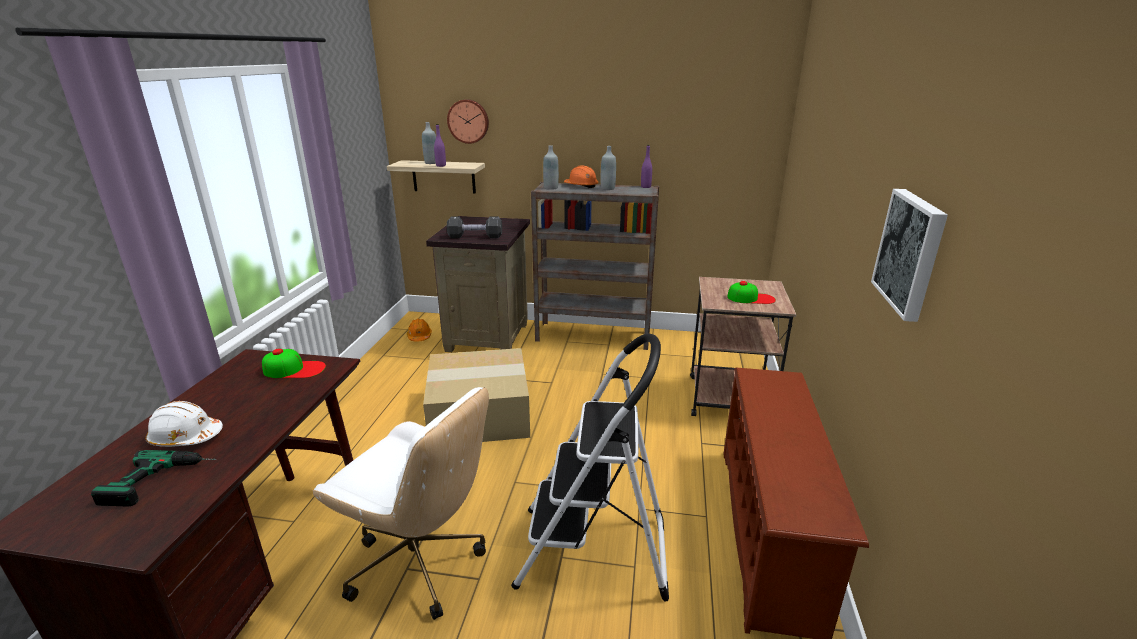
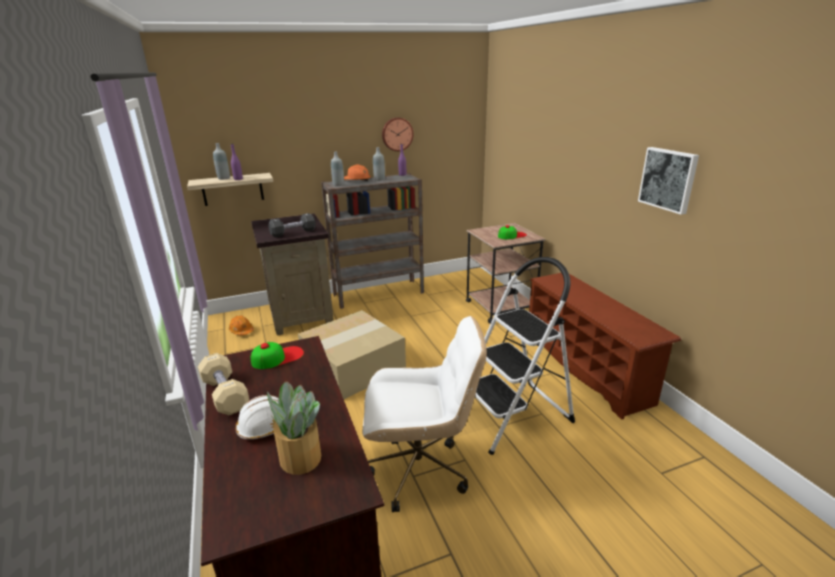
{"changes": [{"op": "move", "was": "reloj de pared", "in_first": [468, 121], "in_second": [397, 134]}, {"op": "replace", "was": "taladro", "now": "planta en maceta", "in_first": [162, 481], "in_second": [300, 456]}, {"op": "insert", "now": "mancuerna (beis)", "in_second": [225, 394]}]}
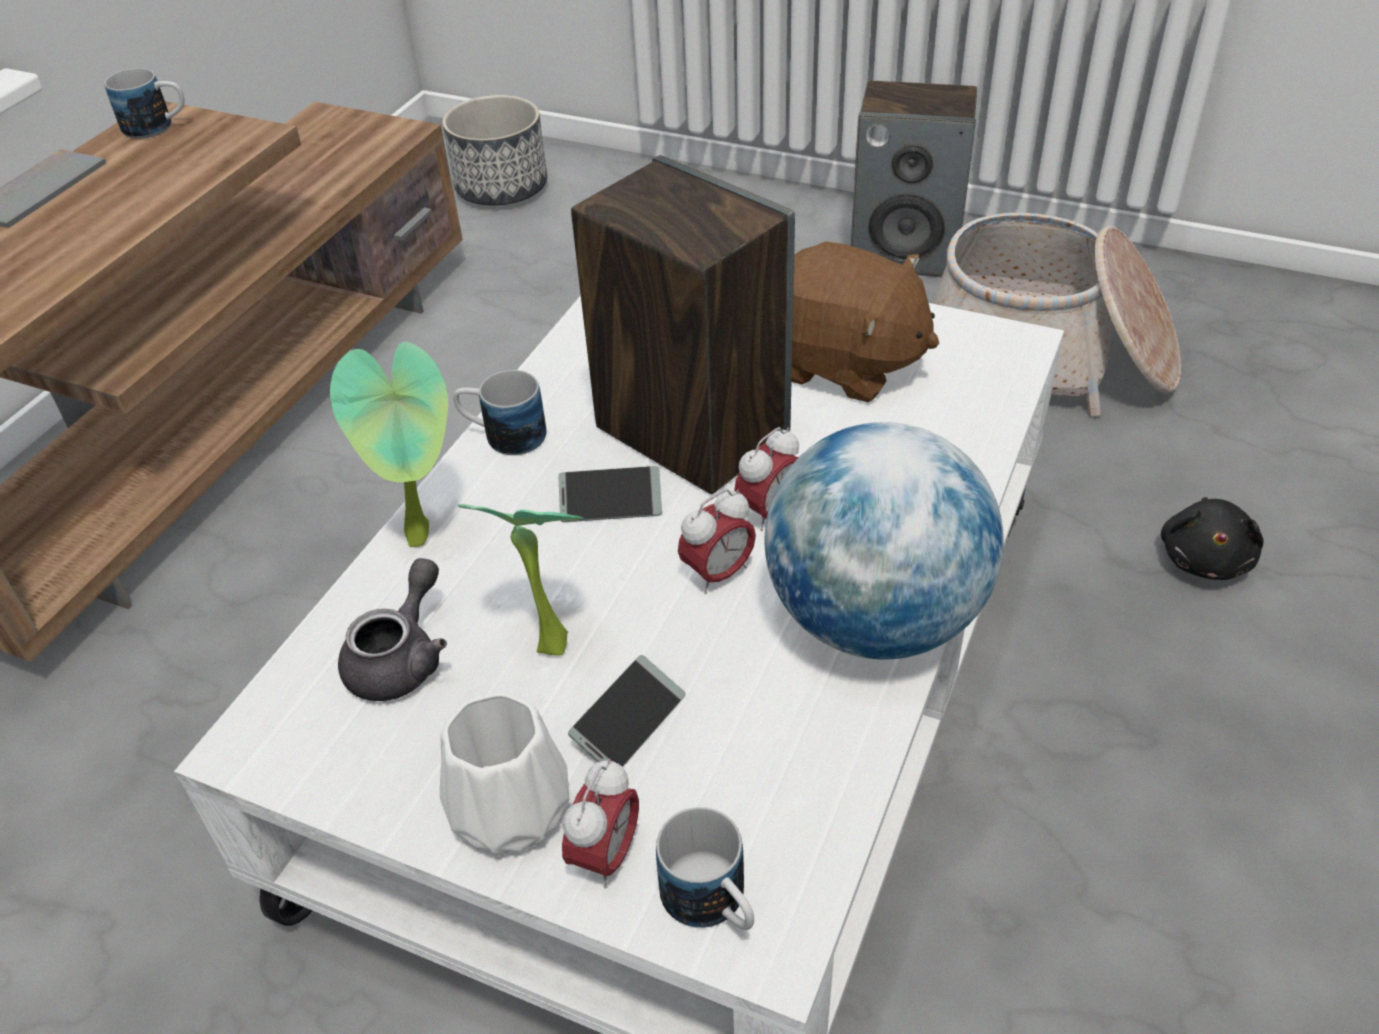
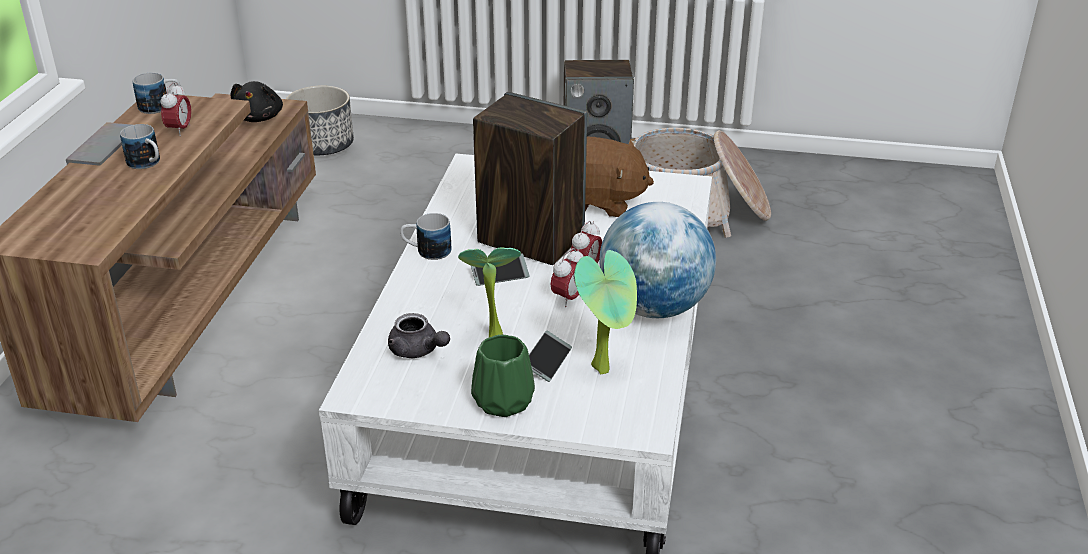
{"changes": [{"op": "move", "was": "planta en maceta", "in_first": [424, 536], "in_second": [605, 368]}, {"op": "move", "was": "peluche (negro)", "in_first": [1205, 558], "in_second": [259, 117]}, {"op": "rotate", "was": "tetera (gris)", "in_first": [402, 658], "in_second": [418, 351], "clockwise": 120}, {"op": "recolor", "was": "florero (blanco)", "now": "florero (verde)", "in_first": [510, 808], "in_second": [502, 400]}, {"op": "move", "was": "despertador", "in_first": [605, 856], "in_second": [179, 130]}, {"op": "move", "was": "taza grande", "in_first": [714, 906], "in_second": [147, 164]}]}
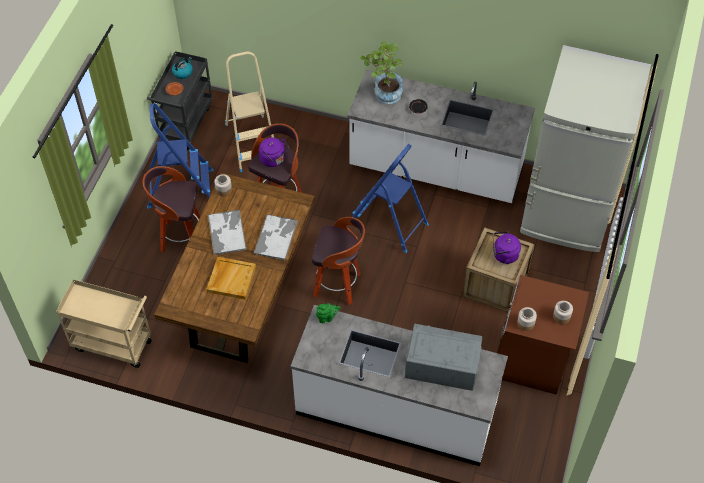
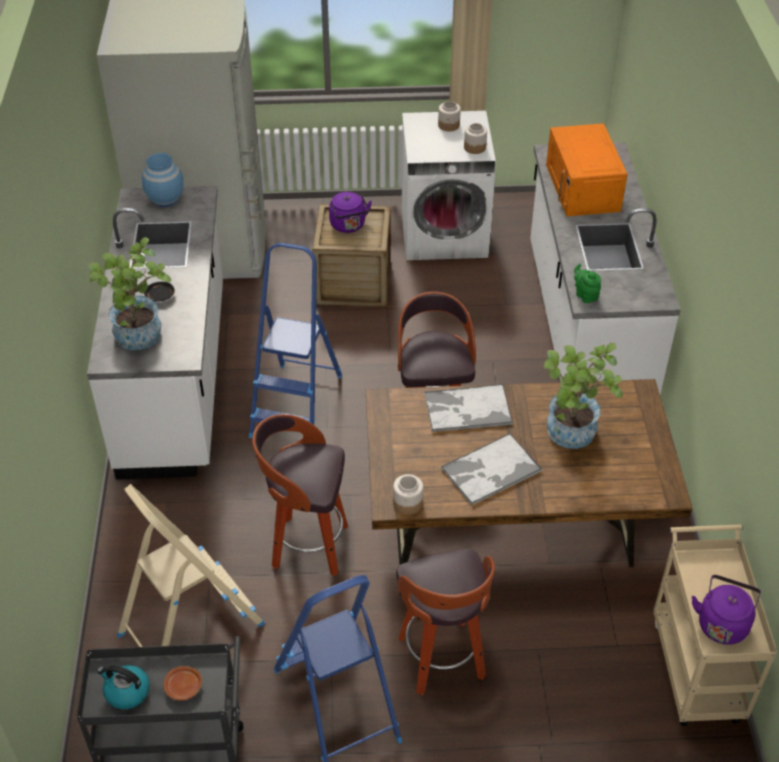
{"changes": [{"op": "move", "was": "hervidor (morado)", "in_first": [274, 160], "in_second": [722, 623]}, {"op": "replace", "was": "bandeja (beis)", "now": "planta en maceta", "in_first": [231, 279], "in_second": [571, 437]}, {"op": "recolor", "was": "lavadora (marrón)", "now": "lavadora (blanco)", "in_first": [533, 359], "in_second": [445, 233]}, {"op": "recolor", "was": "microondas (gris)", "now": "microondas (naranja)", "in_first": [441, 365], "in_second": [583, 188]}, {"op": "insert", "now": "florero (azul)", "in_second": [165, 199]}]}
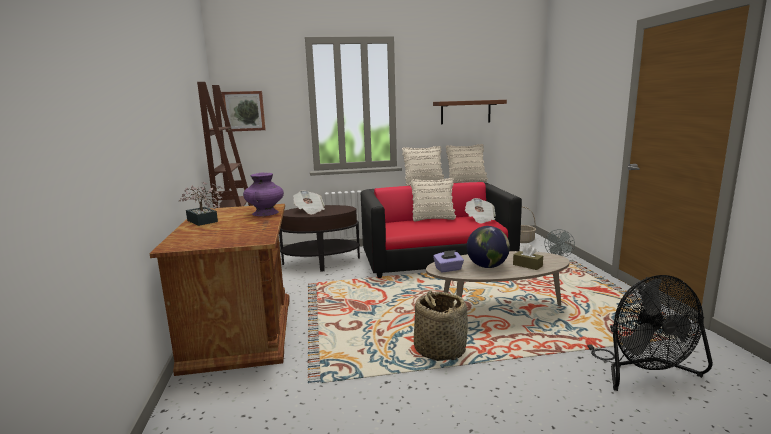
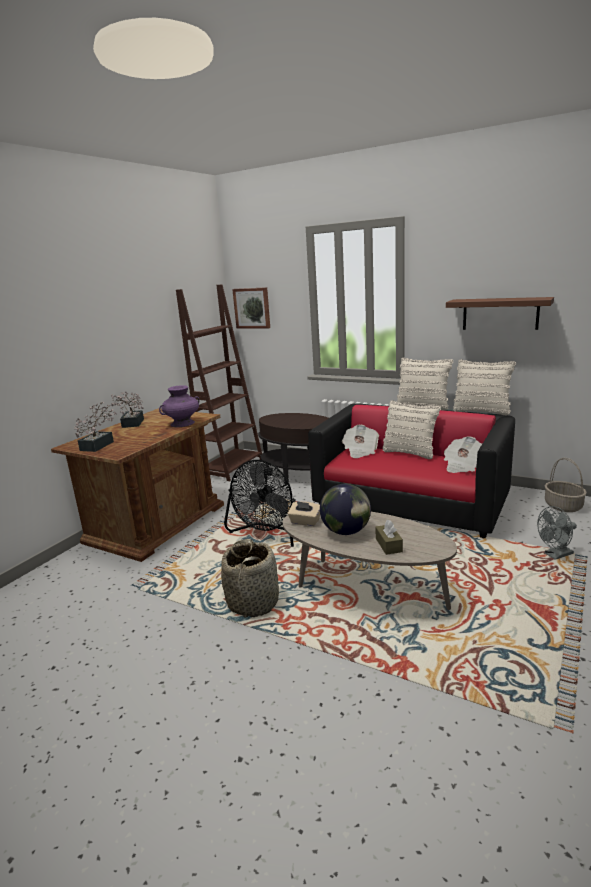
{"changes": [{"op": "move", "was": "periódico", "in_first": [309, 211], "in_second": [360, 451]}, {"op": "recolor", "was": "caja de pañuelos (morado)", "now": "caja de pañuelos (beis)", "in_first": [448, 269], "in_second": [305, 522]}, {"op": "move", "was": "ventilador (negro)", "in_first": [640, 372], "in_second": [266, 532]}, {"op": "insert", "now": "planta en maceta", "in_second": [100, 445]}]}
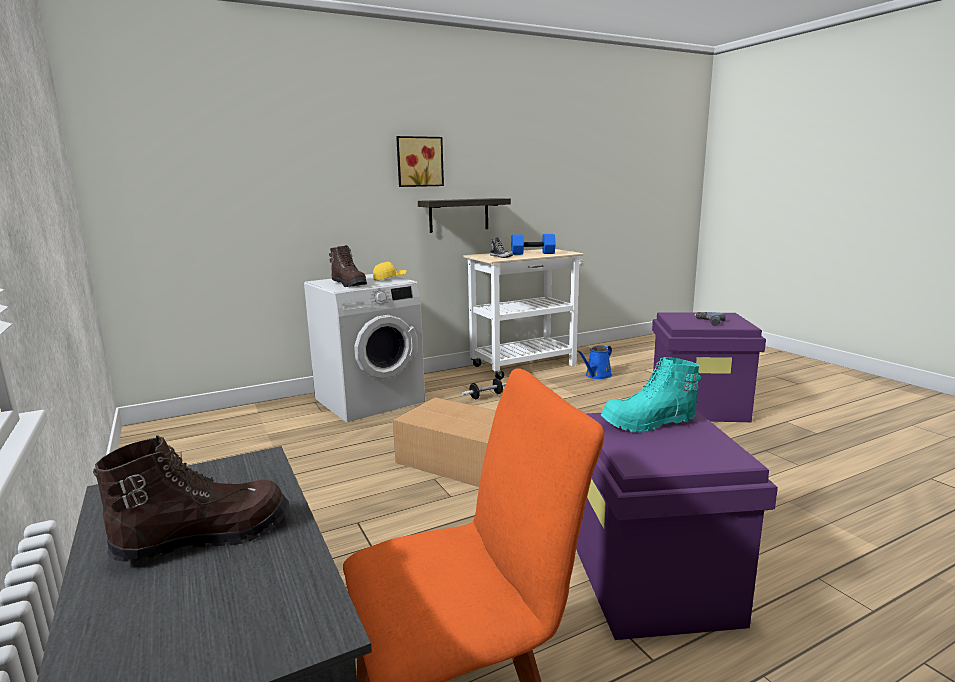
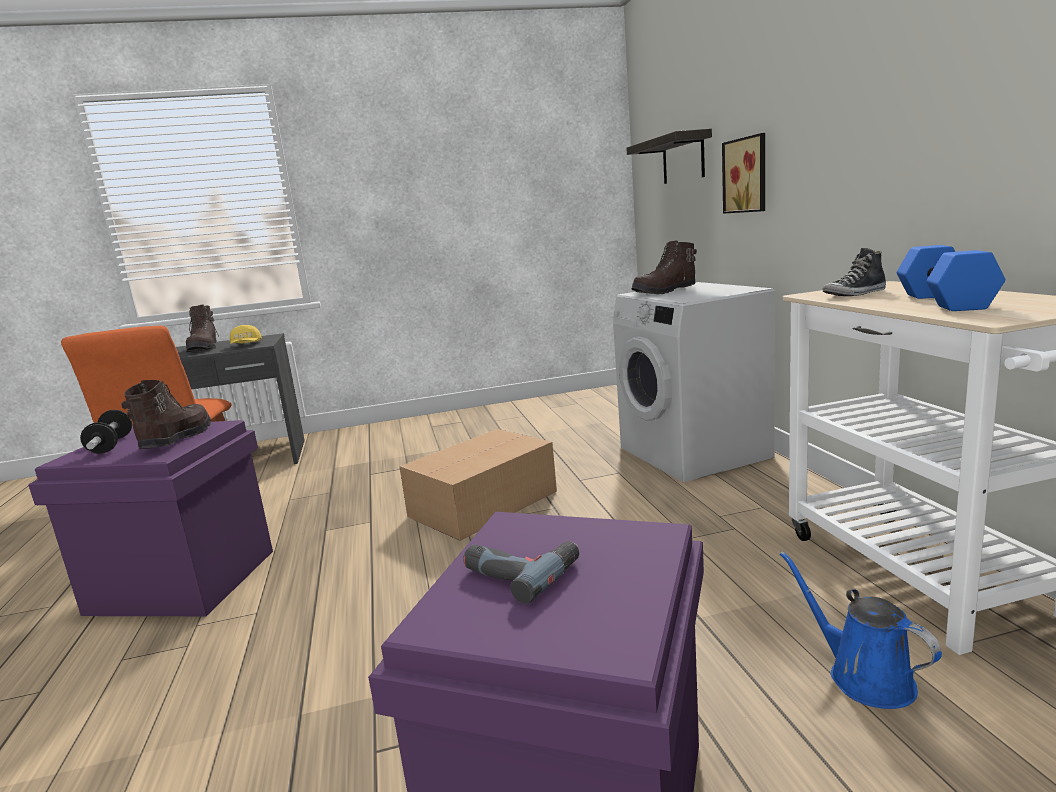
{"changes": [{"op": "move", "was": "cuadro", "in_first": [419, 161], "in_second": [747, 175]}, {"op": "move", "was": "estante", "in_first": [459, 215], "in_second": [683, 159]}, {"op": "move", "was": "gorra (amarillo)", "in_first": [389, 278], "in_second": [246, 345]}, {"op": "recolor", "was": "bota (turquesa)", "now": "bota (marrón)", "in_first": [649, 423], "in_second": [175, 439]}, {"op": "move", "was": "mancuerna", "in_first": [486, 396], "in_second": [111, 445]}]}
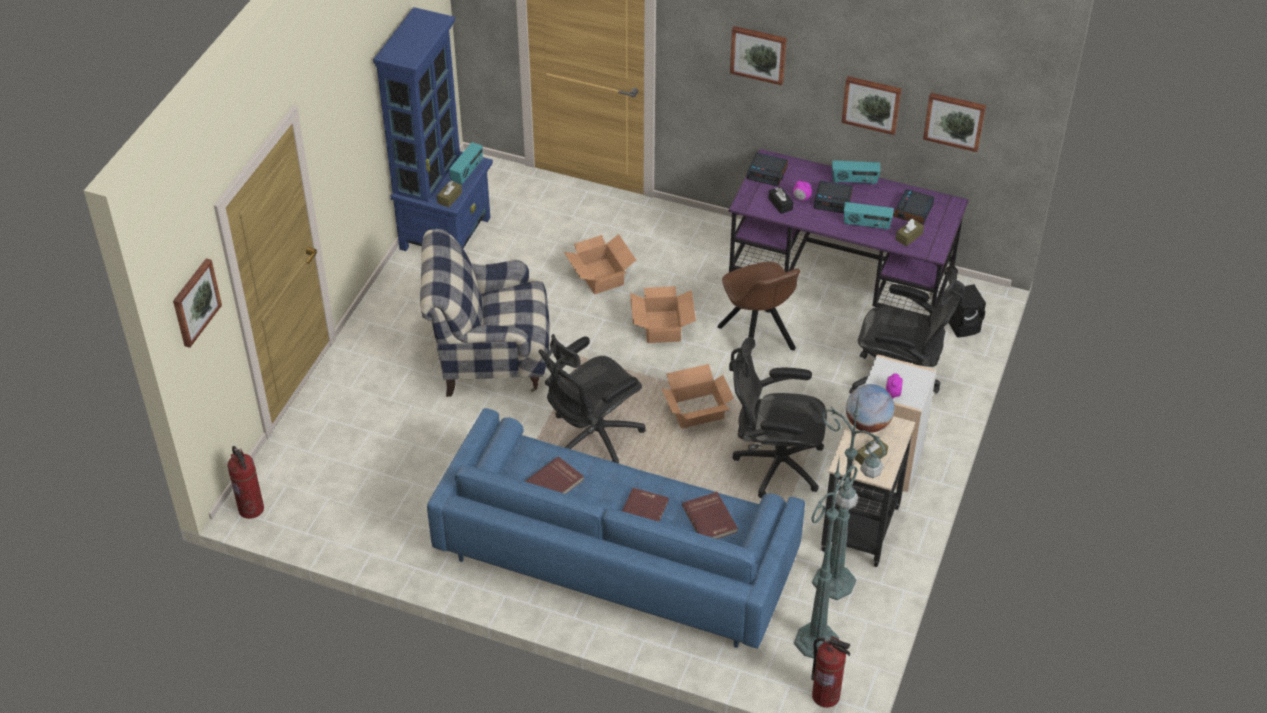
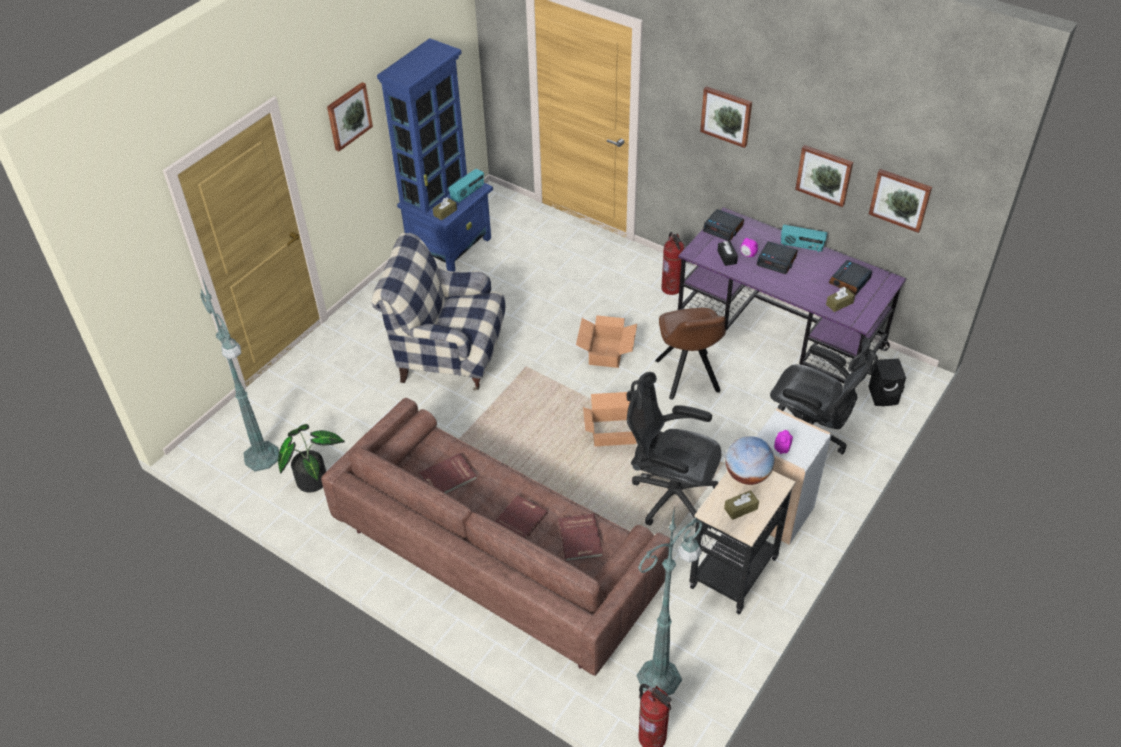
{"changes": [{"op": "delete", "was": "radio", "in_first": [866, 225]}, {"op": "delete", "was": "caja de cartón", "in_first": [600, 275]}, {"op": "move", "was": "cuadro", "in_first": [195, 302], "in_second": [348, 116]}, {"op": "delete", "was": "silla de oficina", "in_first": [593, 437]}, {"op": "move", "was": "lámpara de pie (verde)", "in_first": [836, 583], "in_second": [262, 458]}, {"op": "recolor", "was": "sofá (azul)", "now": "sofá (marrón)", "in_first": [616, 558], "in_second": [497, 557]}, {"op": "move", "was": "extintor", "in_first": [251, 509], "in_second": [671, 288]}, {"op": "insert", "now": "planta en maceta", "in_second": [313, 477]}]}
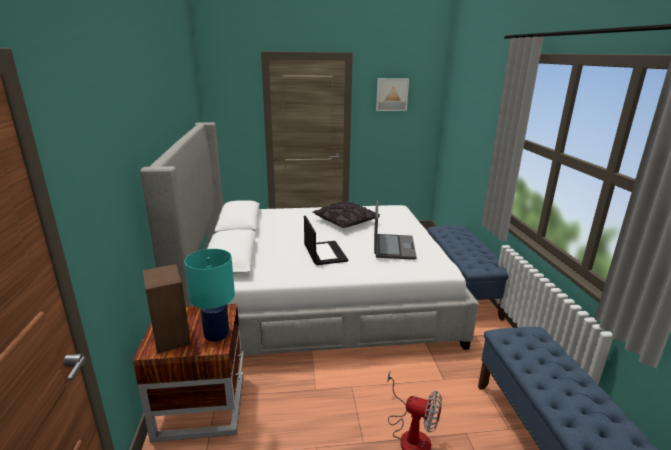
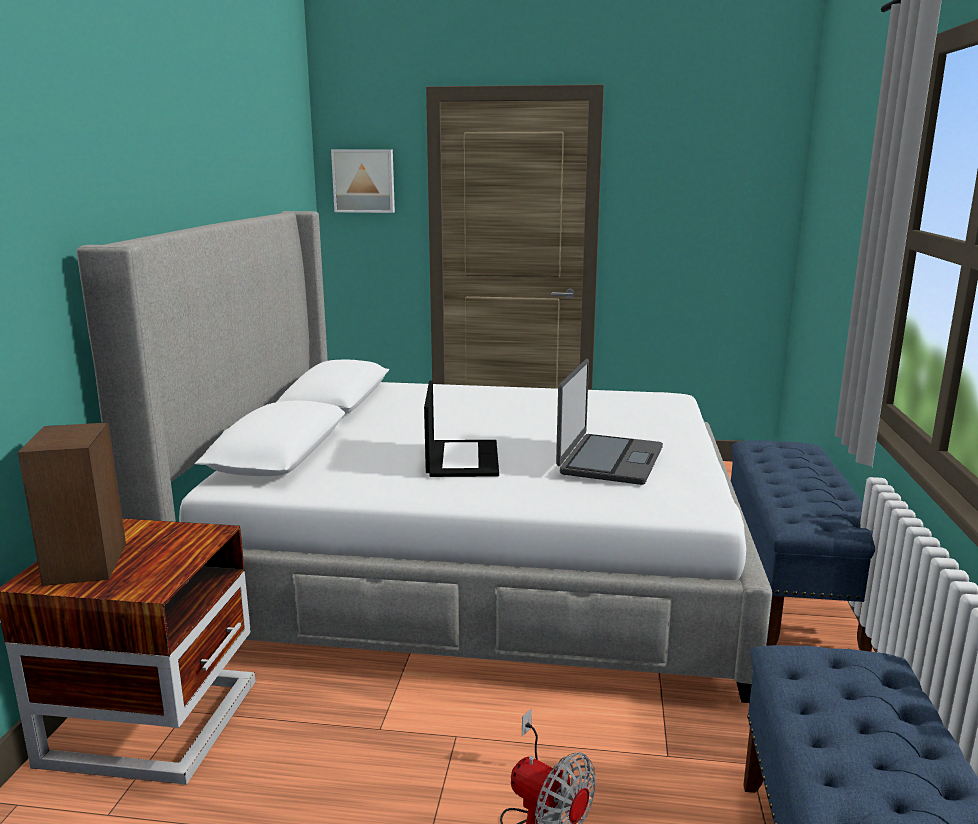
{"changes": [{"op": "move", "was": "cuadro", "in_first": [391, 94], "in_second": [364, 181]}, {"op": "delete", "was": "cojín (negro)", "in_first": [345, 221]}, {"op": "delete", "was": "lámpara de mesa (turquesa)", "in_first": [217, 336]}]}
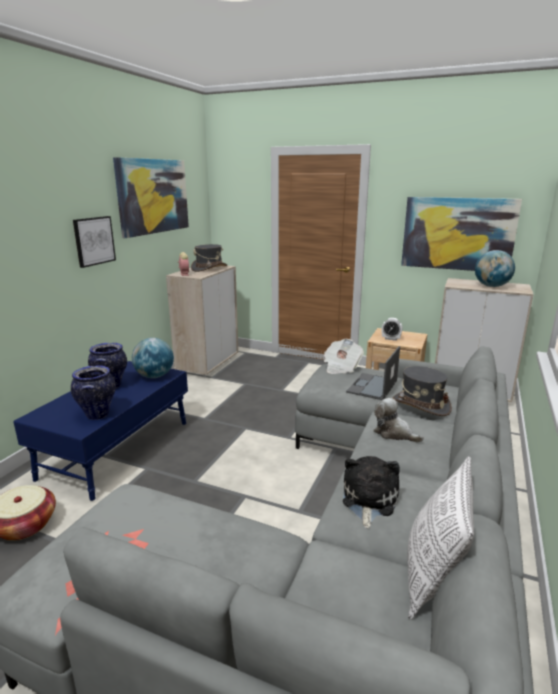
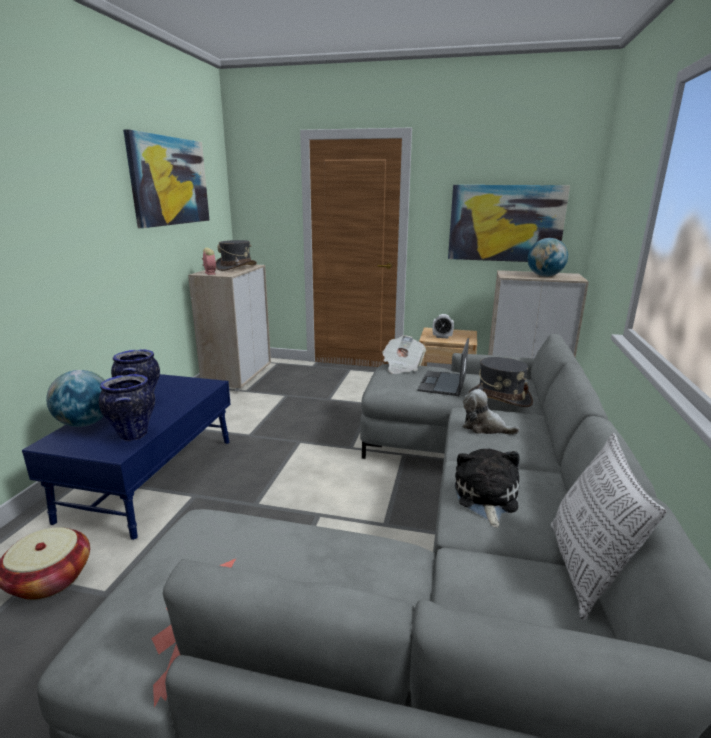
{"changes": [{"op": "delete", "was": "cuadro", "in_first": [94, 241]}, {"op": "move", "was": "globo terráqueo", "in_first": [154, 376], "in_second": [85, 423]}]}
